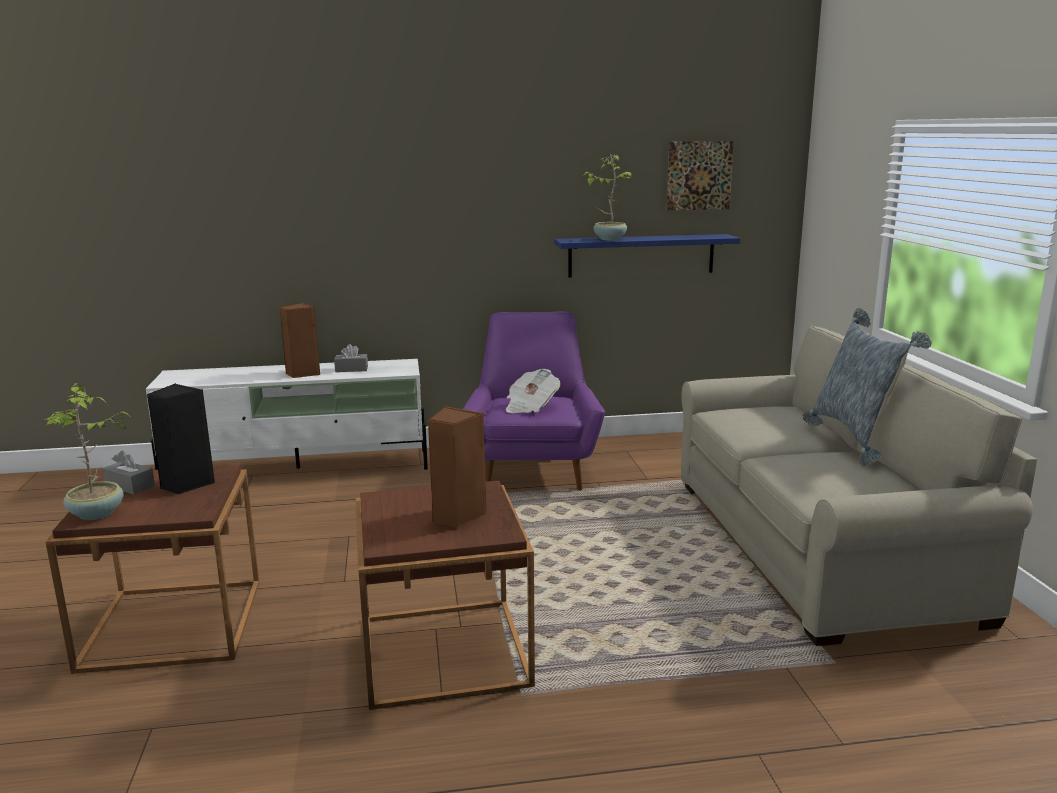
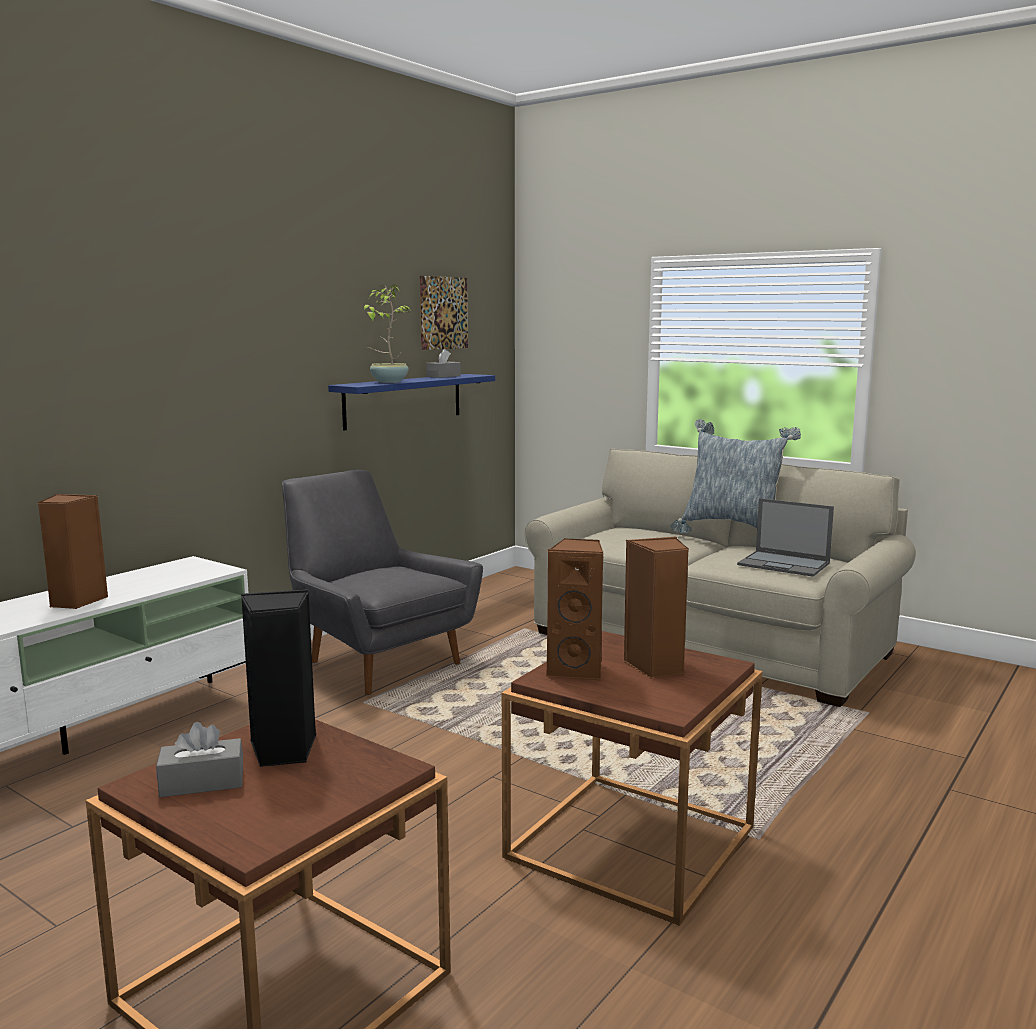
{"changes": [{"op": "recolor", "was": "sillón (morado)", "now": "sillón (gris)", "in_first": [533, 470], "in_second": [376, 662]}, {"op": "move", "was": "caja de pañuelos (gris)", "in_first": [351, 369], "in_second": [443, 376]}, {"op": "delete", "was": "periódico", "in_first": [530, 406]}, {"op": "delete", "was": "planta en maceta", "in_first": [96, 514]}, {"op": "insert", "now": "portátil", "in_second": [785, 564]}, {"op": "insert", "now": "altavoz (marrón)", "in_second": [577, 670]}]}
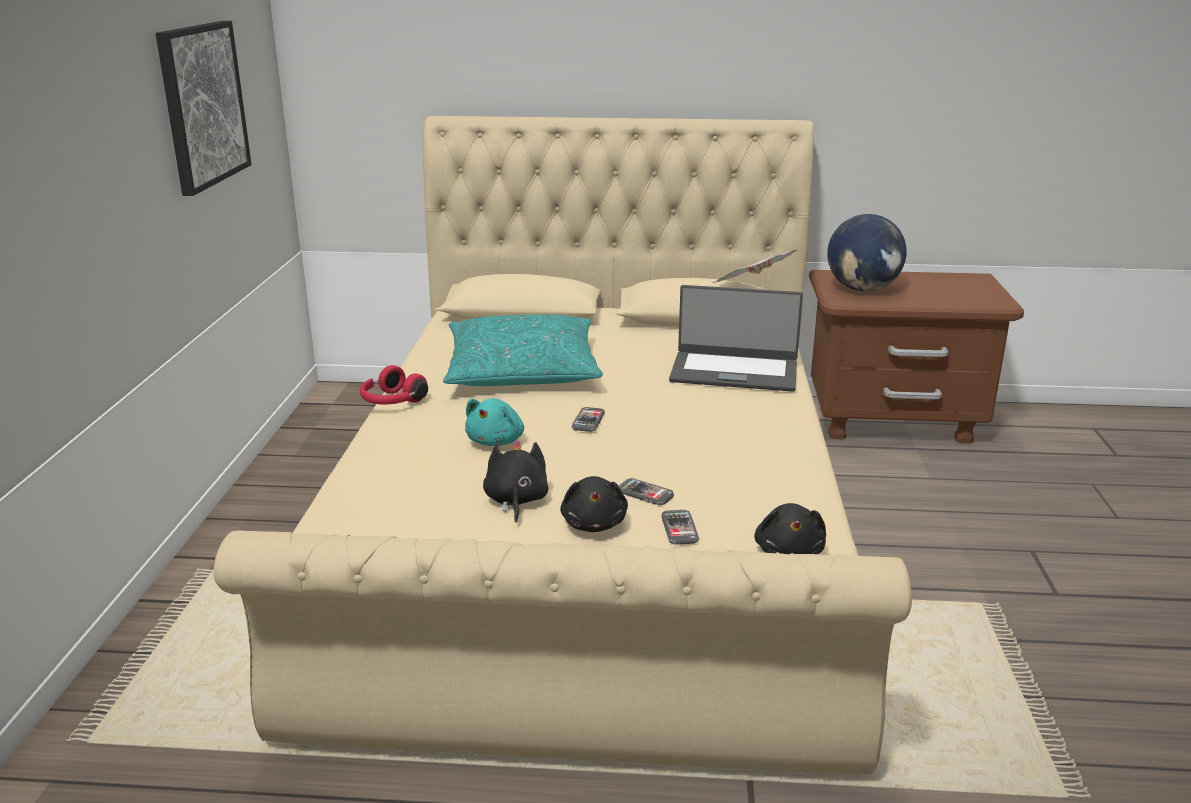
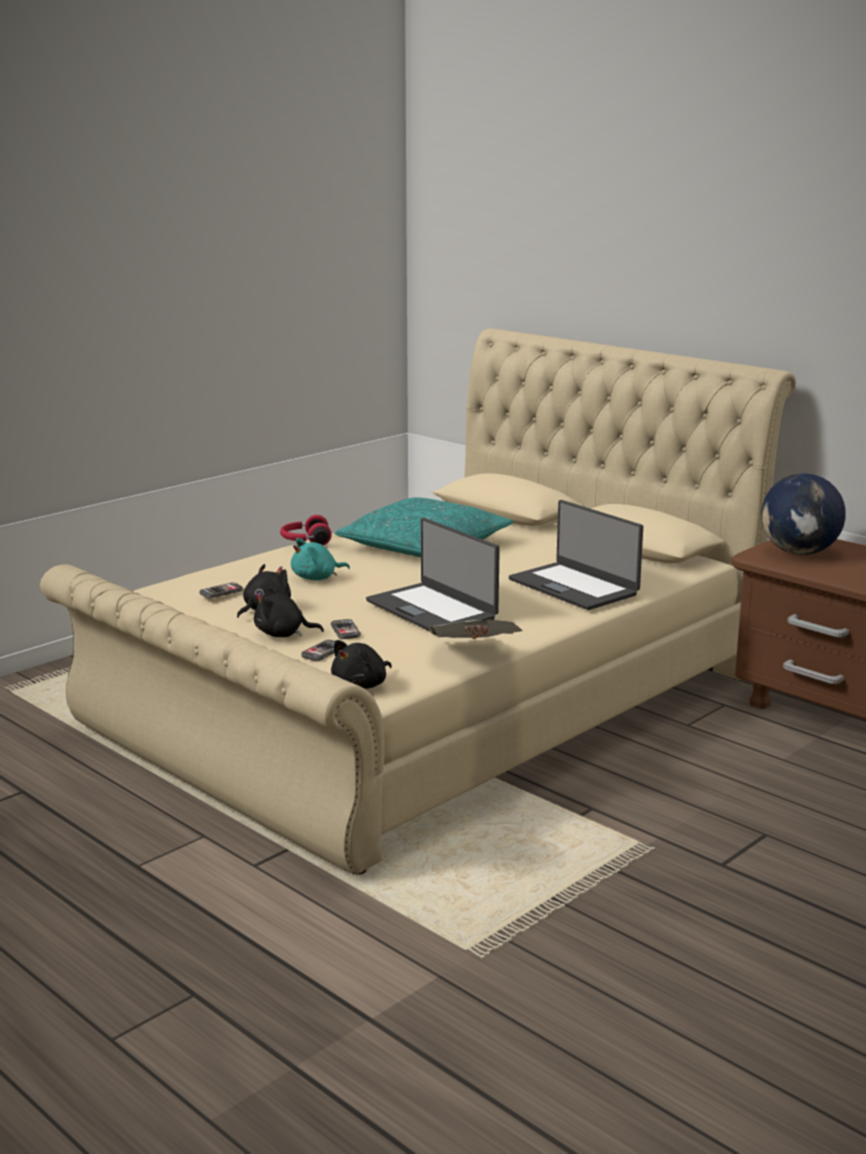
{"changes": [{"op": "delete", "was": "cuadro", "in_first": [202, 105]}, {"op": "move", "was": "periódico", "in_first": [752, 288], "in_second": [474, 654]}, {"op": "move", "was": "móvil", "in_first": [588, 421], "in_second": [221, 592]}, {"op": "rotate", "was": "peluche (negro)", "in_first": [594, 524], "in_second": [283, 634], "clockwise": 60}, {"op": "insert", "now": "portátil", "in_second": [432, 609]}]}
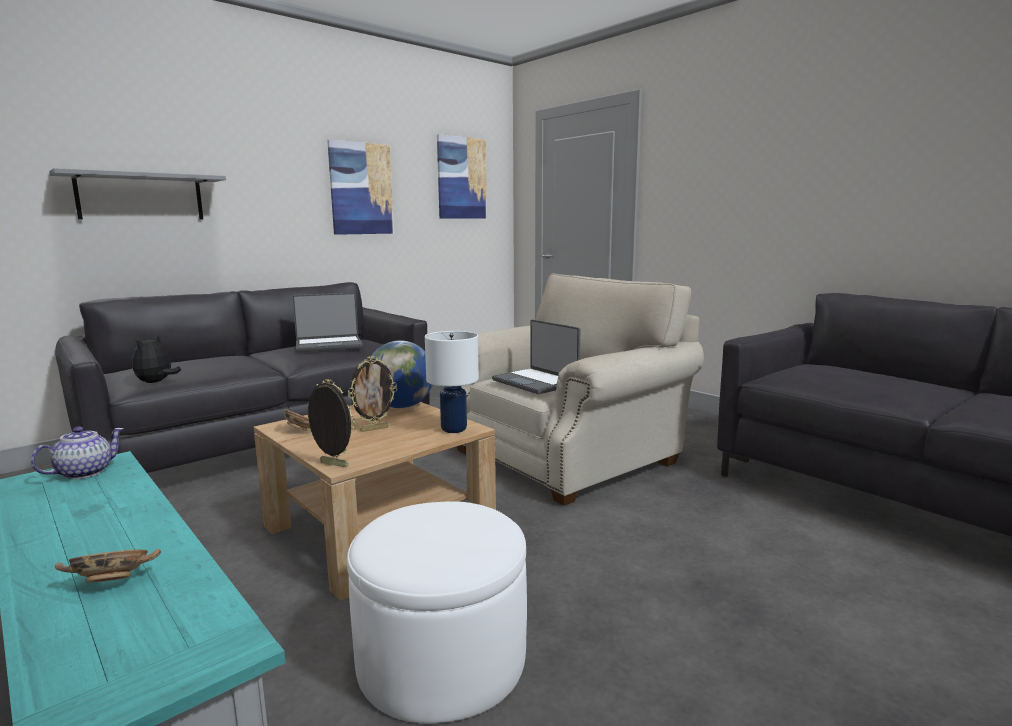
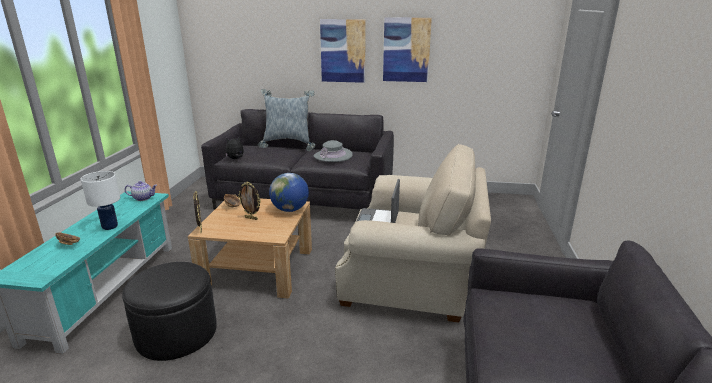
{"changes": [{"op": "move", "was": "cuadro", "in_first": [461, 178], "in_second": [343, 51]}, {"op": "delete", "was": "estante (gris)", "in_first": [141, 197]}, {"op": "replace", "was": "portátil", "now": "sombrero (gris)", "in_first": [329, 345], "in_second": [333, 156]}, {"op": "move", "was": "lámpara de mesa (blanco)", "in_first": [454, 429], "in_second": [111, 227]}, {"op": "recolor", "was": "puf (blanco)", "now": "puf (negro)", "in_first": [442, 658], "in_second": [176, 333]}, {"op": "insert", "now": "cojín", "in_second": [288, 147]}]}
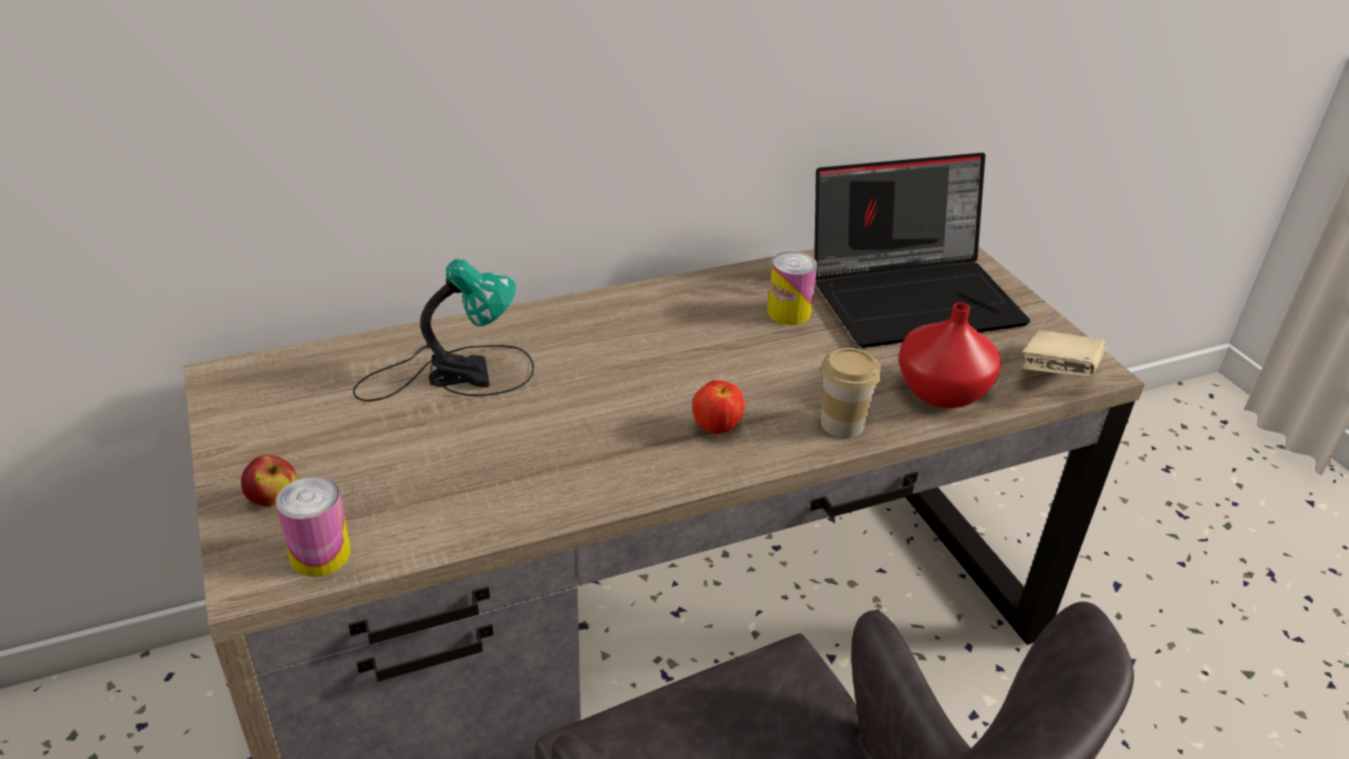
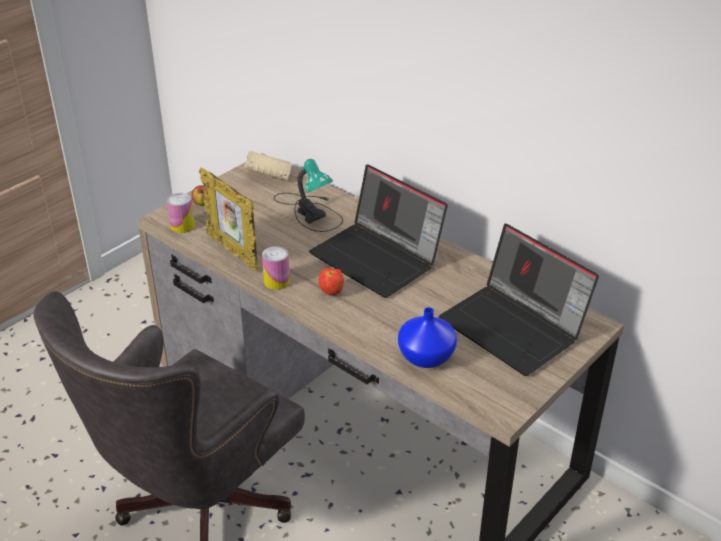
{"changes": [{"op": "move", "was": "lata", "in_first": [788, 312], "in_second": [277, 281]}, {"op": "recolor", "was": "florero (rojo)", "now": "florero (azul)", "in_first": [940, 390], "in_second": [427, 356]}, {"op": "move", "was": "libro (beis)", "in_first": [1057, 374], "in_second": [268, 176]}, {"op": "delete", "was": "taza", "in_first": [842, 424]}, {"op": "insert", "now": "portátil", "in_second": [378, 258]}, {"op": "insert", "now": "portarretratos", "in_second": [233, 253]}]}
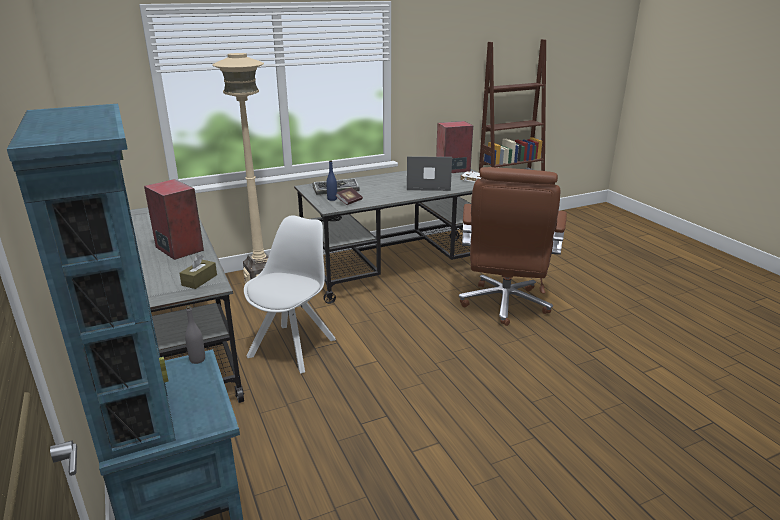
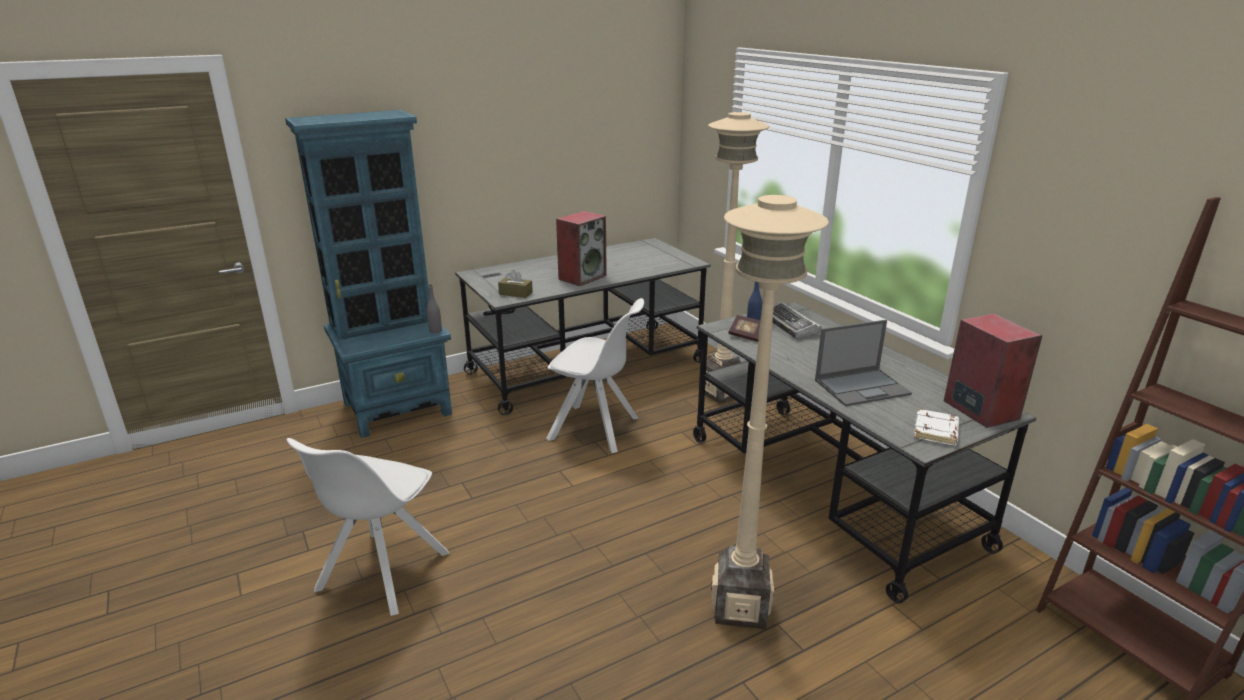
{"changes": [{"op": "rotate", "was": "portátil", "in_first": [427, 185], "in_second": [862, 387], "clockwise": 75}, {"op": "replace", "was": "silla de oficina (marrón)", "now": "lámpara de pie (beis)", "in_first": [504, 306], "in_second": [740, 607]}, {"op": "insert", "now": "silla (blanco)", "in_second": [381, 572]}]}
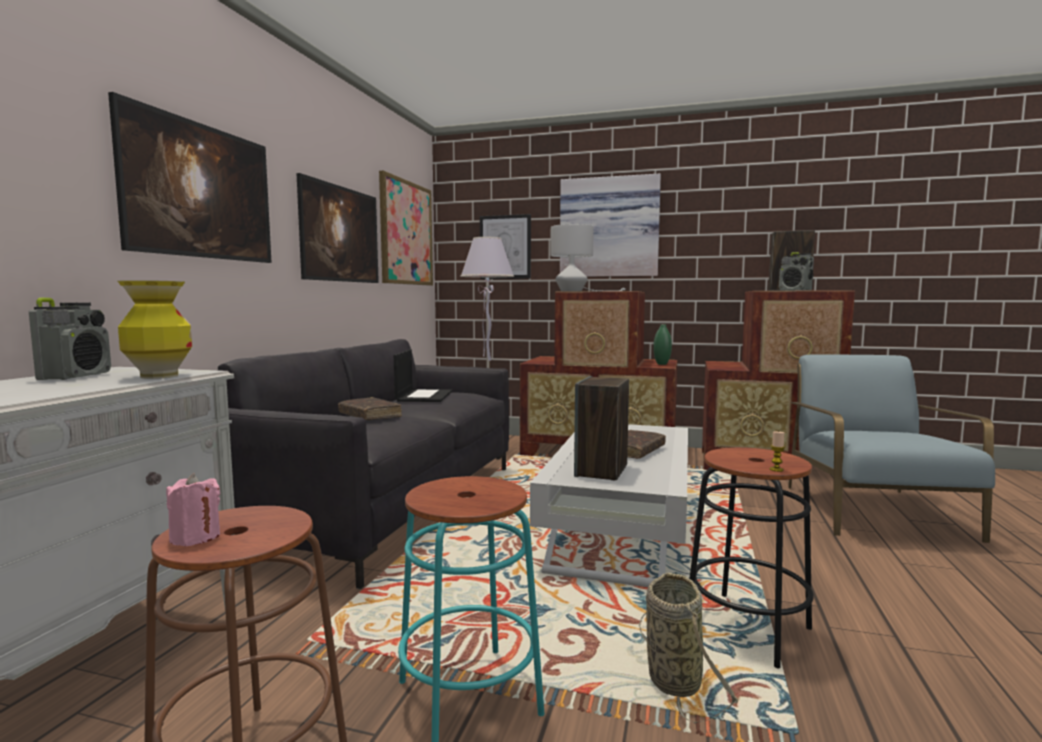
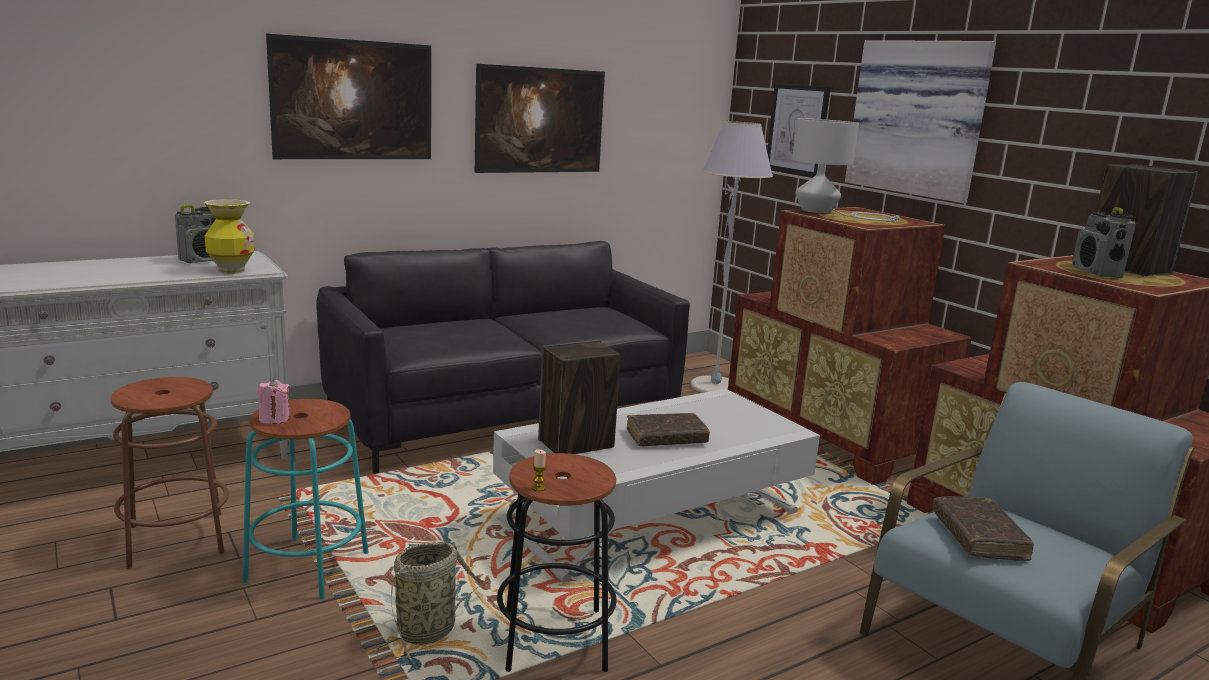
{"changes": [{"op": "delete", "was": "cuadro", "in_first": [406, 233]}, {"op": "delete", "was": "florero (verde)", "in_first": [662, 364]}, {"op": "delete", "was": "portátil", "in_first": [424, 396]}, {"op": "move", "was": "libro (marrón)", "in_first": [369, 416], "in_second": [978, 537]}, {"op": "move", "was": "vela (rosa)", "in_first": [195, 537], "in_second": [274, 419]}]}
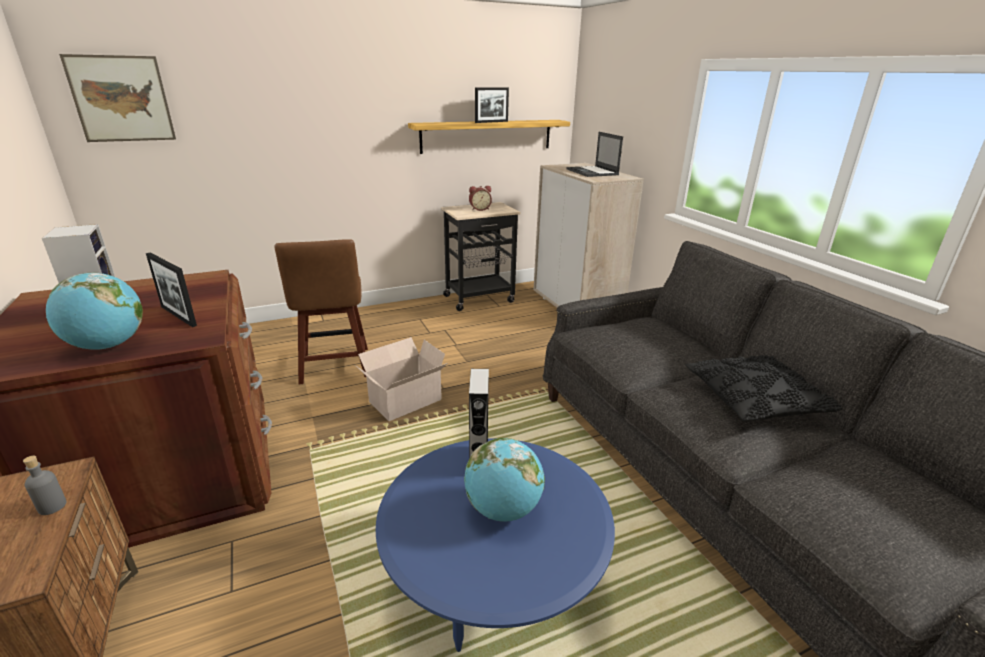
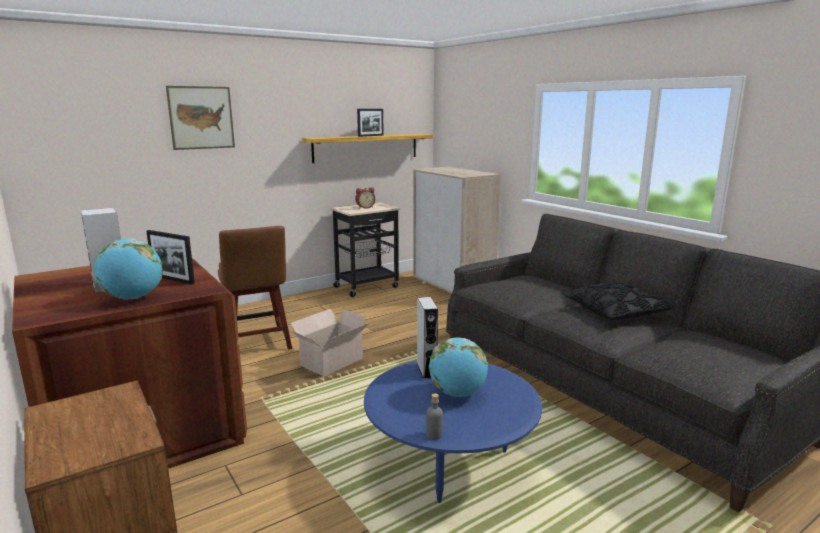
{"changes": [{"op": "move", "was": "cuadro", "in_first": [121, 99], "in_second": [201, 117]}, {"op": "delete", "was": "portátil", "in_first": [592, 172]}, {"op": "move", "was": "botella (gris)", "in_first": [52, 506], "in_second": [434, 434]}]}
